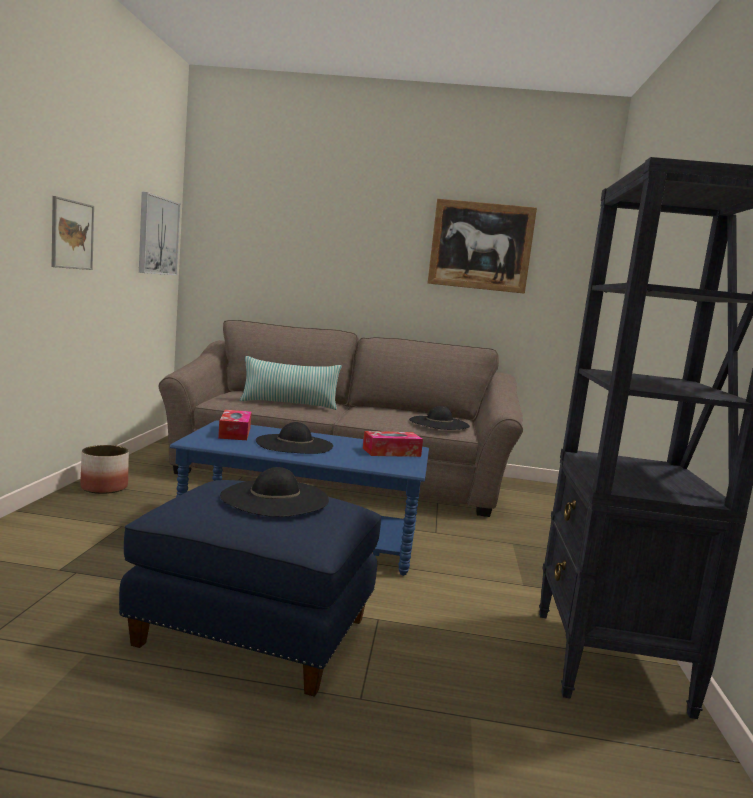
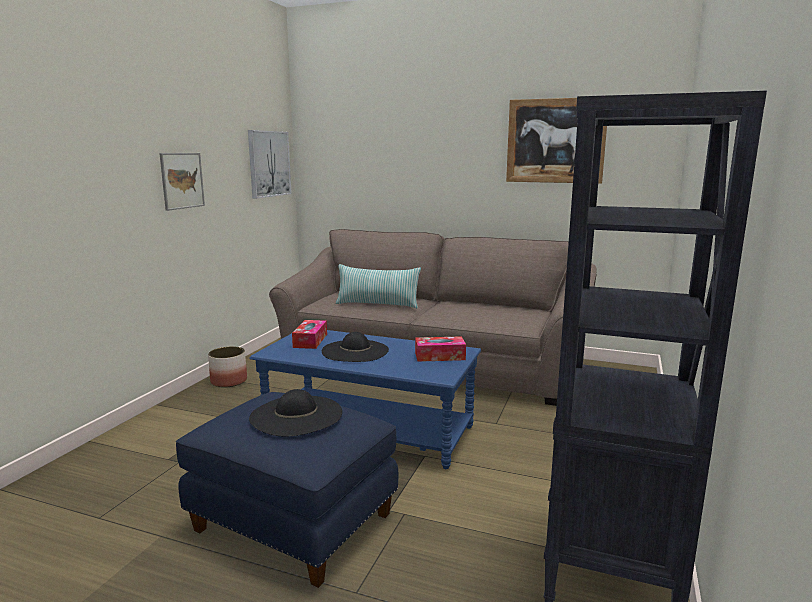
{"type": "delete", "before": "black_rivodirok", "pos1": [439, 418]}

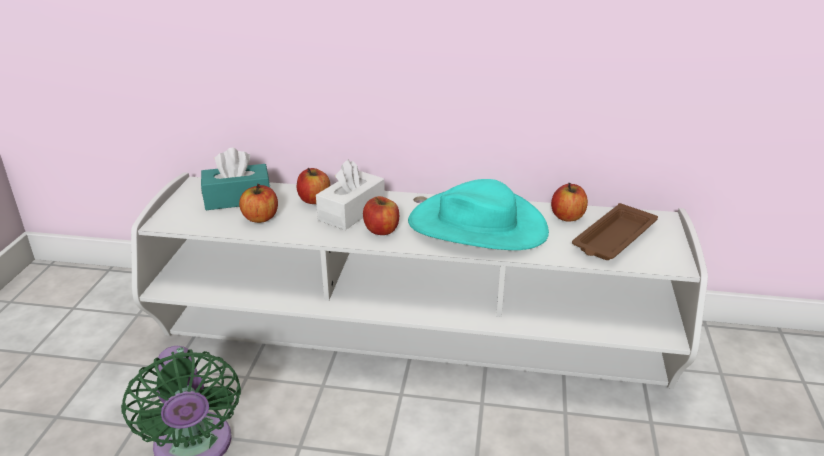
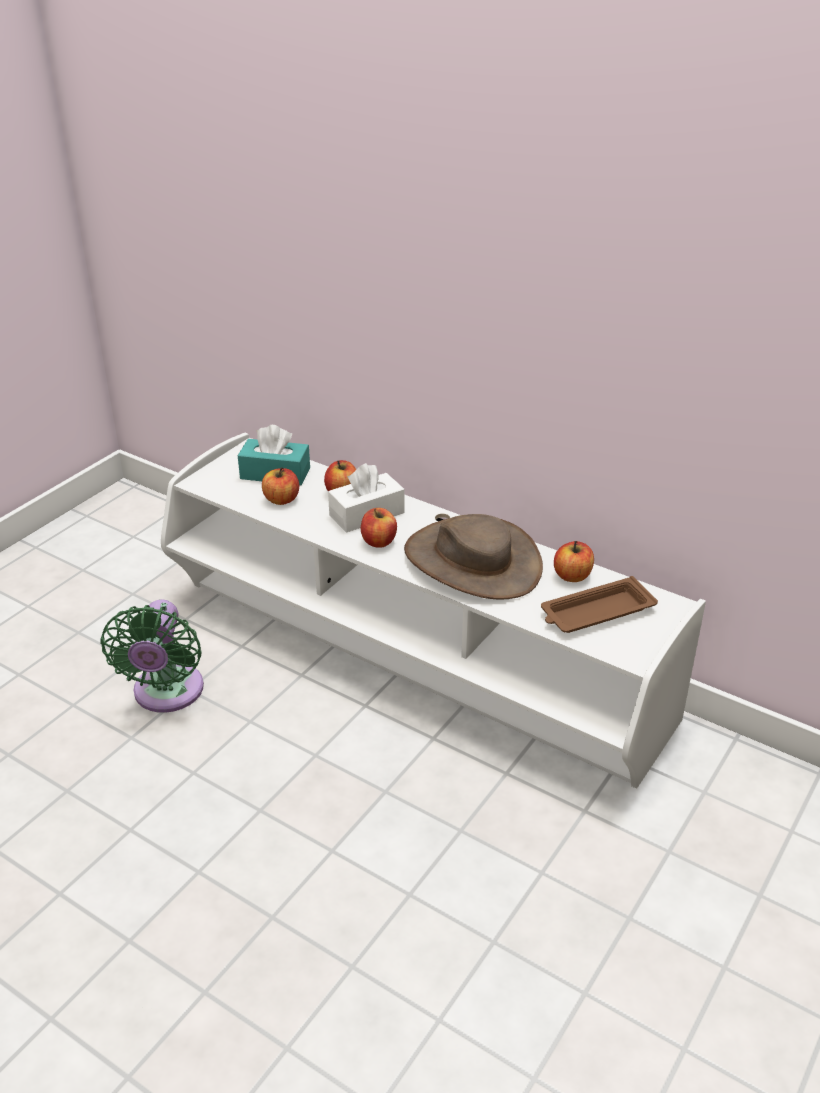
{"type": "recolor", "before": "turquoise_rivodirok", "after": "brown_rivodirok", "pos1": [478, 214], "pos2": [473, 557]}

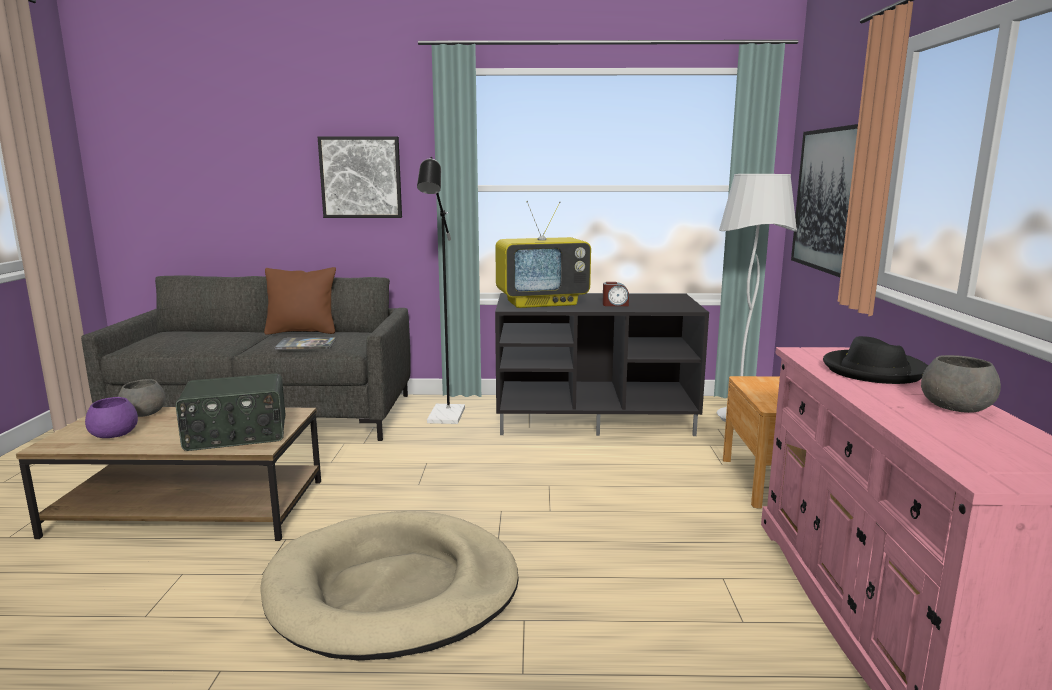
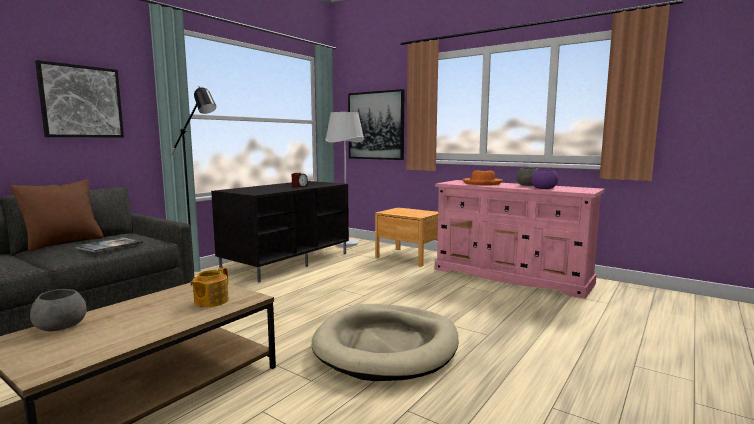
{"type": "move", "before": "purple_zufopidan", "pos1": [111, 417], "pos2": [544, 179]}
{"type": "replace", "before": "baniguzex", "after": "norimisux", "pos1": [230, 412], "pos2": [209, 287]}
{"type": "delete", "before": "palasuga", "pos1": [543, 254]}
{"type": "recolor", "before": "black_rivodirok", "after": "orange_rivodirok", "pos1": [875, 360], "pos2": [483, 177]}

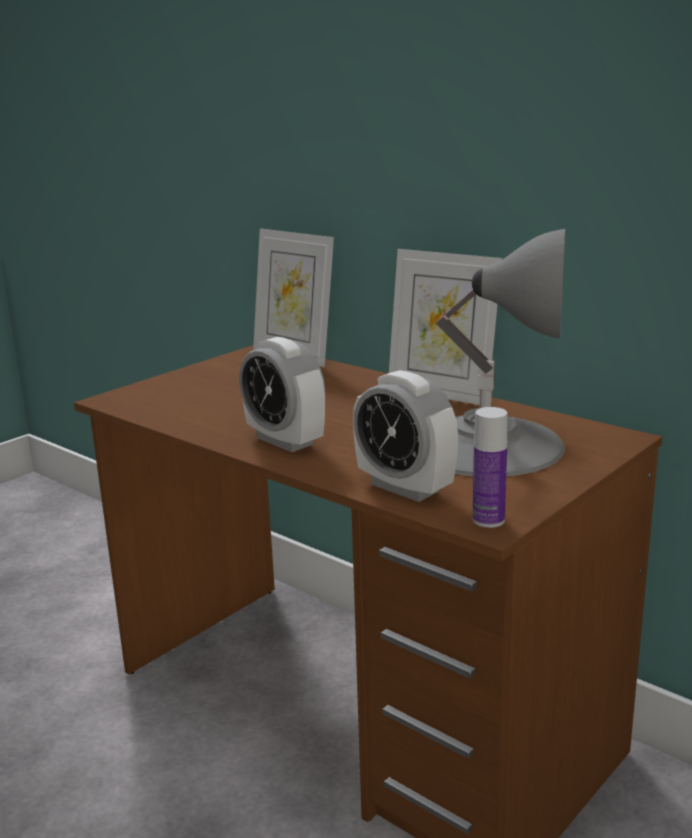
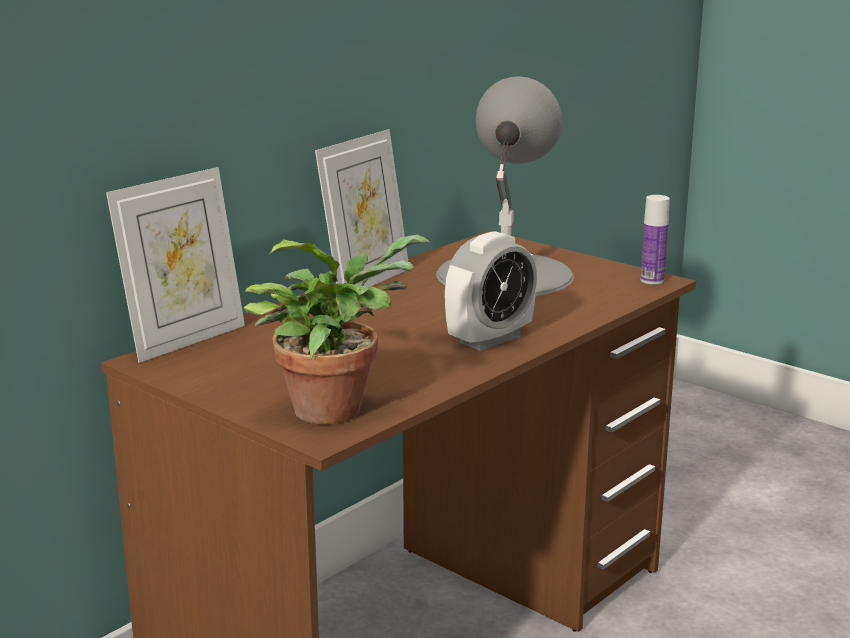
{"type": "delete", "before": "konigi", "pos1": [405, 436]}
{"type": "insert", "after": "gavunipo", "pos2": [336, 330]}

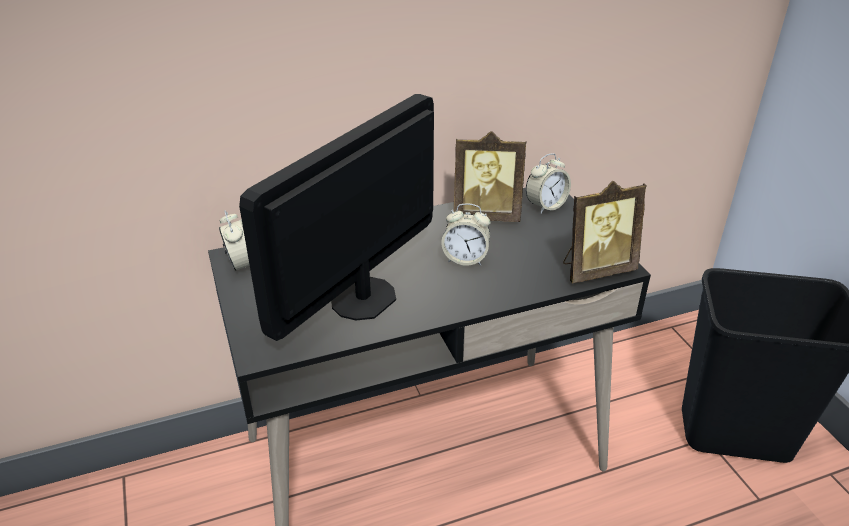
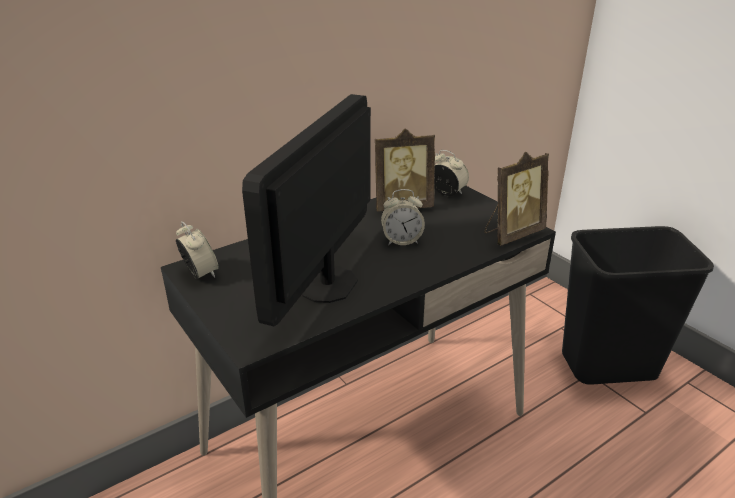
{"type": "rotate", "before": "konigi", "pos1": [548, 184], "pos2": [452, 173], "turn": -90}

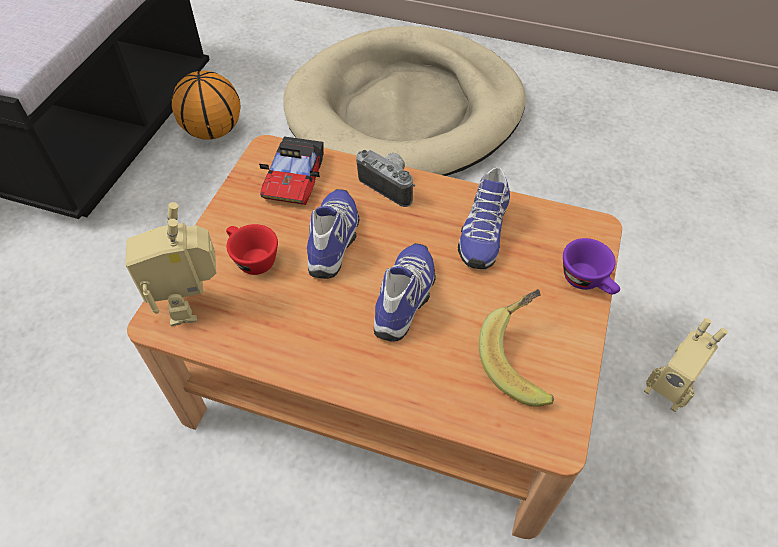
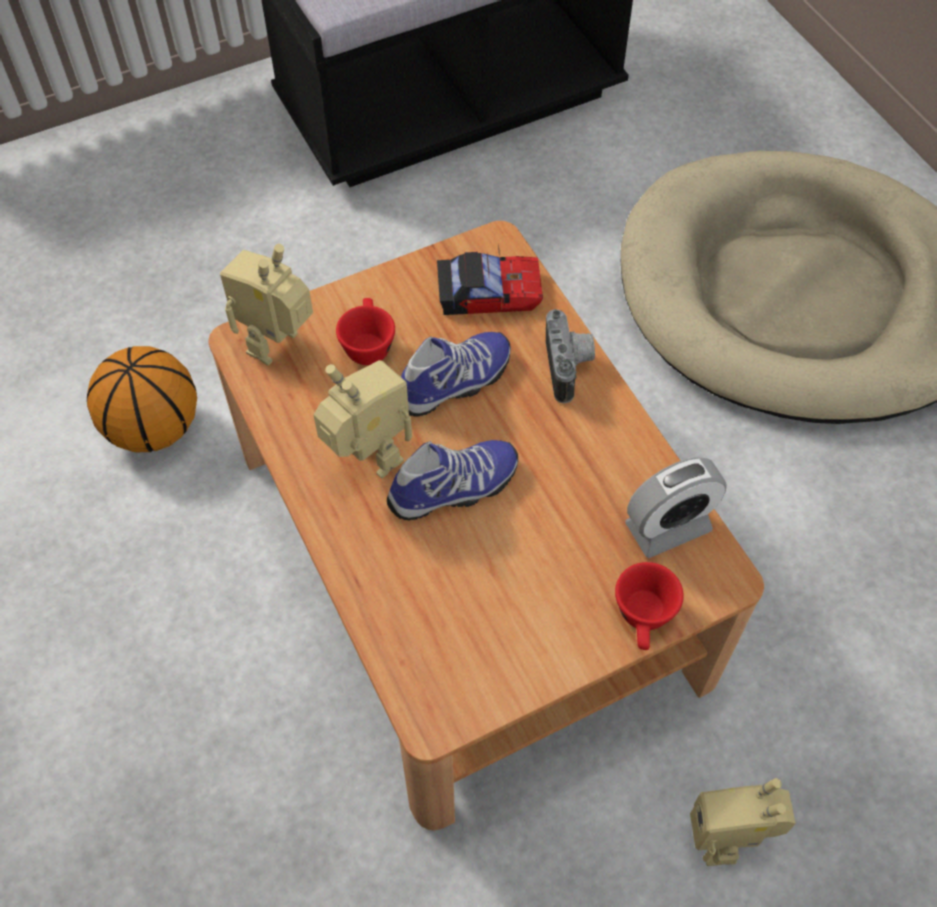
{"type": "move", "before": "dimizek", "pos1": [206, 105], "pos2": [142, 399]}
{"type": "rotate", "before": "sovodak", "pos1": [291, 170], "pos2": [490, 280], "turn": -150}
{"type": "delete", "before": "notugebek", "pos1": [484, 218]}
{"type": "delete", "before": "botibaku", "pos1": [516, 348]}
{"type": "recolor", "before": "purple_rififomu", "after": "red_rififomu", "pos1": [591, 266], "pos2": [649, 606]}
{"type": "insert", "after": "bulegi", "pos2": [362, 419]}
{"type": "insert", "after": "konigi", "pos2": [676, 507]}

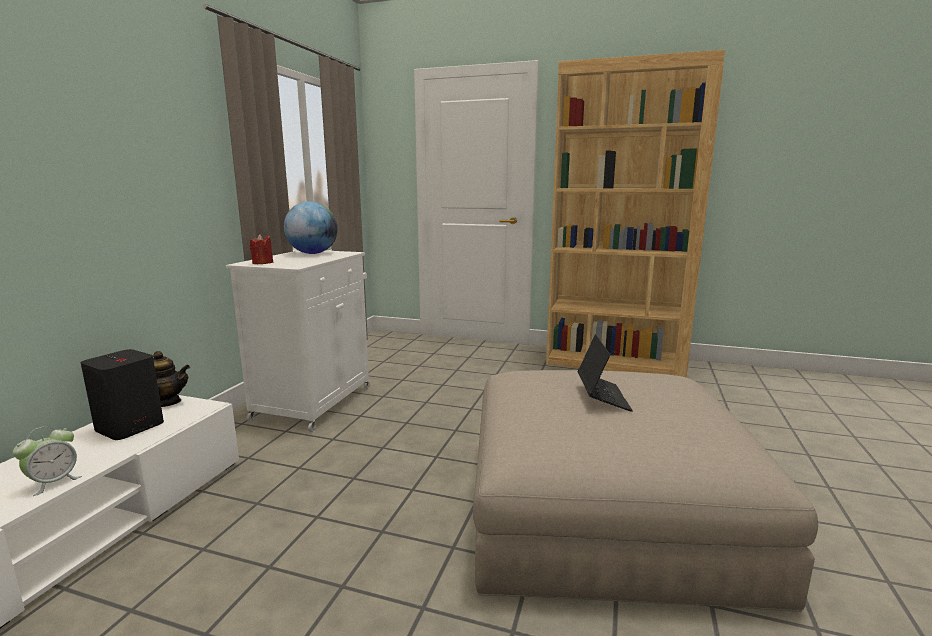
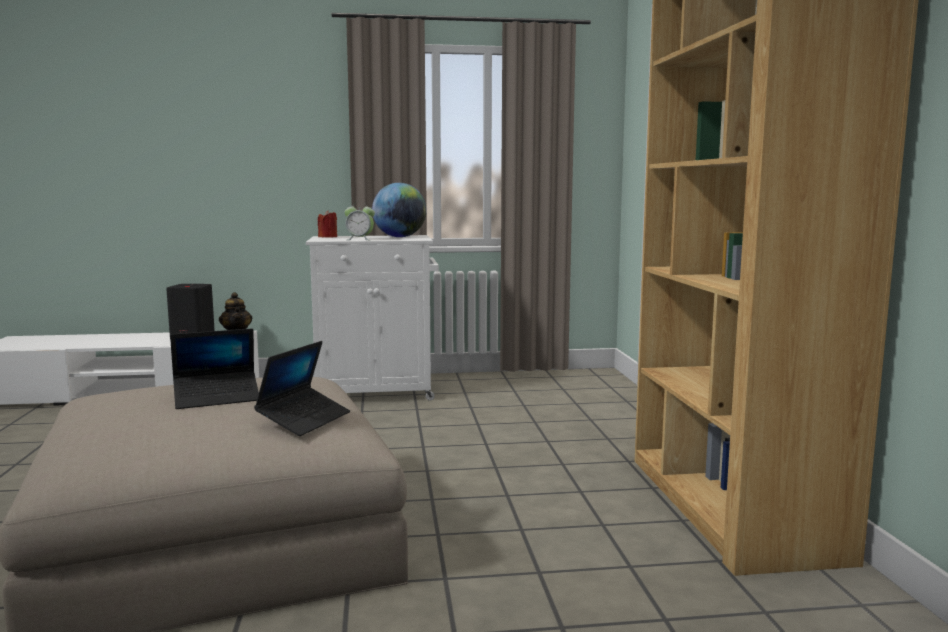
{"type": "move", "before": "konigi", "pos1": [47, 461], "pos2": [360, 222]}
{"type": "insert", "after": "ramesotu", "pos2": [302, 388]}

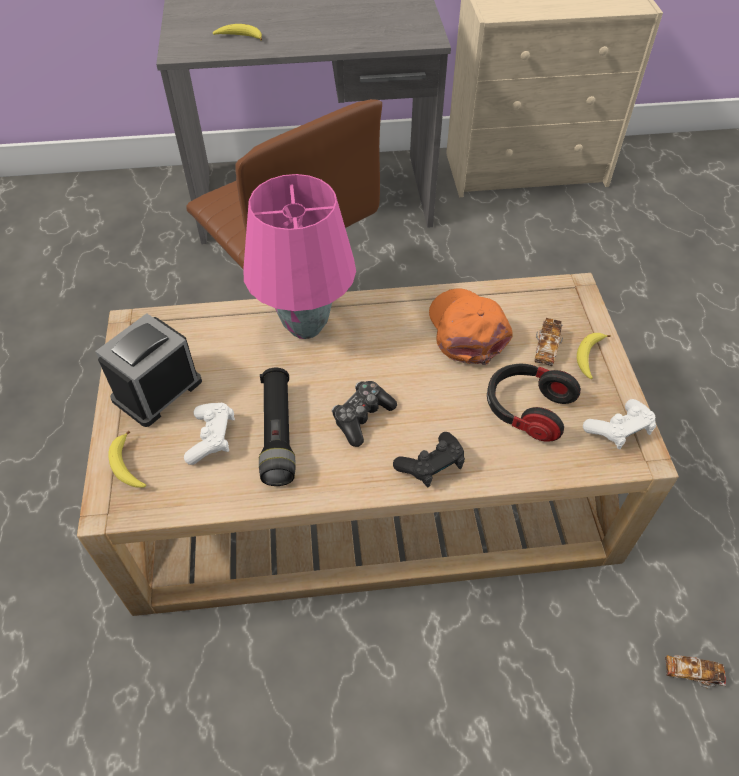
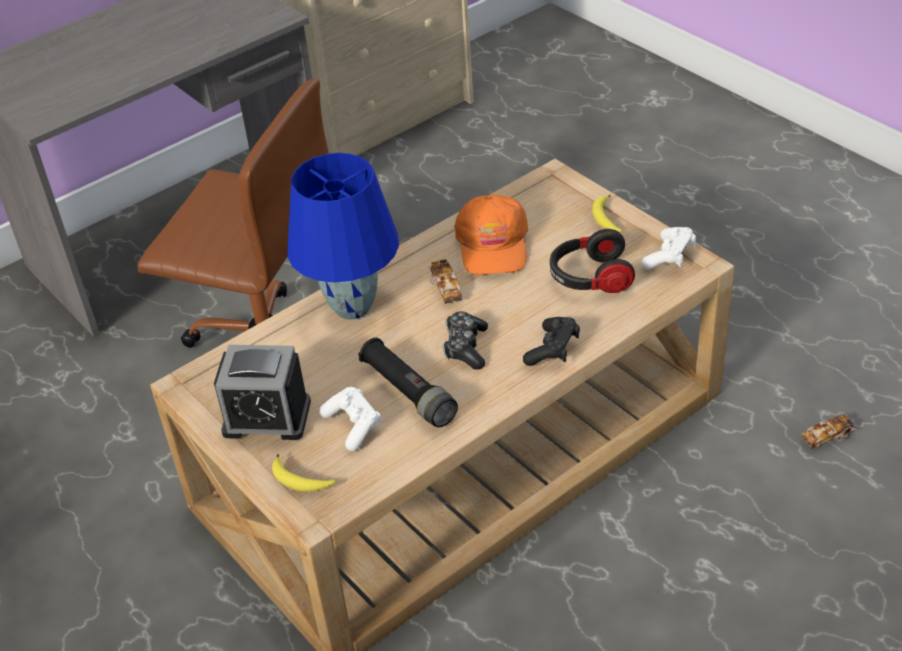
{"type": "rotate", "before": "konigi", "pos1": [148, 370], "pos2": [262, 392], "turn": -90}
{"type": "delete", "before": "botibaku", "pos1": [237, 32]}
{"type": "recolor", "before": "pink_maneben", "after": "blue_maneben", "pos1": [299, 256], "pos2": [343, 236]}
{"type": "rotate", "before": "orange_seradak", "pos1": [470, 327], "pos2": [491, 235], "turn": -135}
{"type": "move", "before": "sovodak", "pos1": [549, 342], "pos2": [445, 281]}

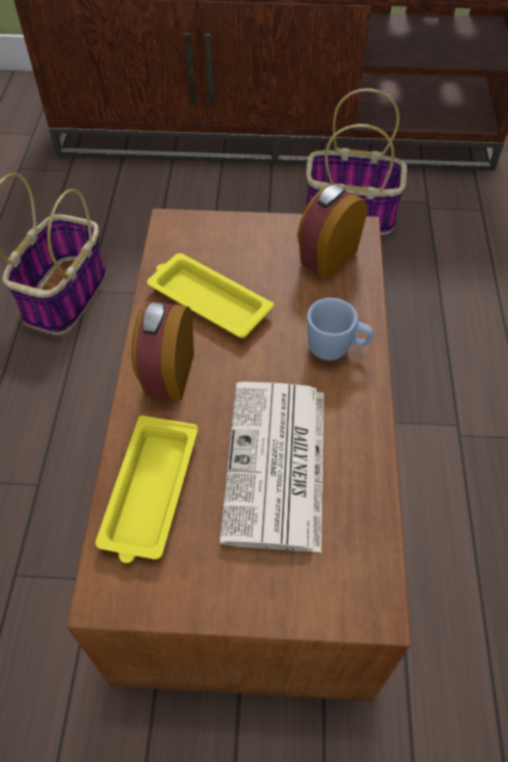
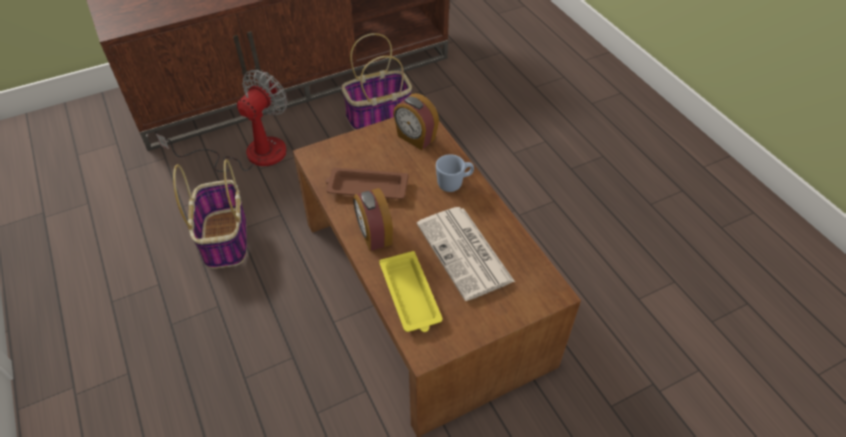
{"type": "recolor", "before": "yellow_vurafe", "after": "brown_vurafe", "pos1": [210, 295], "pos2": [367, 183]}
{"type": "rotate", "before": "konigi", "pos1": [332, 231], "pos2": [416, 121], "turn": -60}
{"type": "insert", "after": "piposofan", "pos2": [221, 121]}

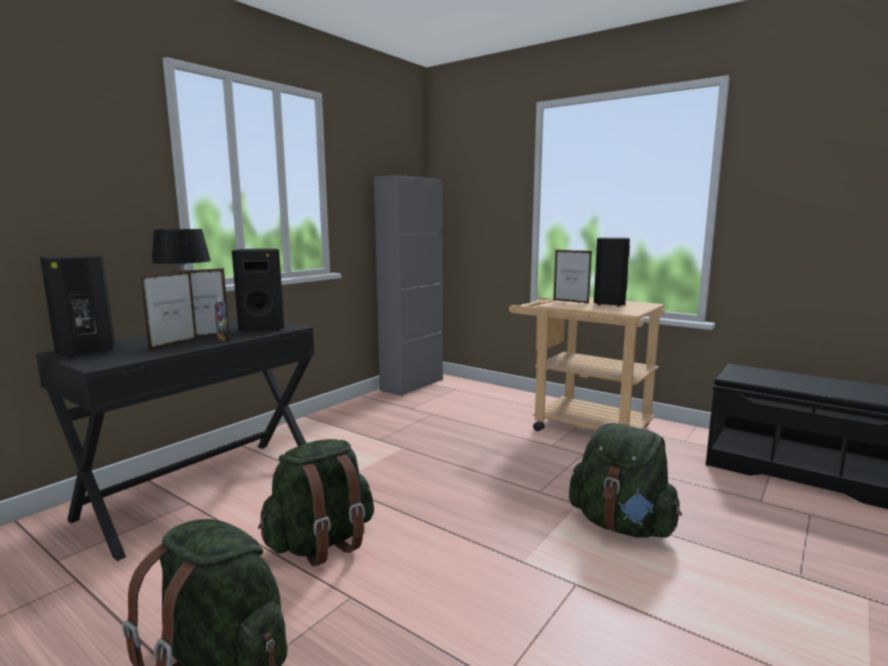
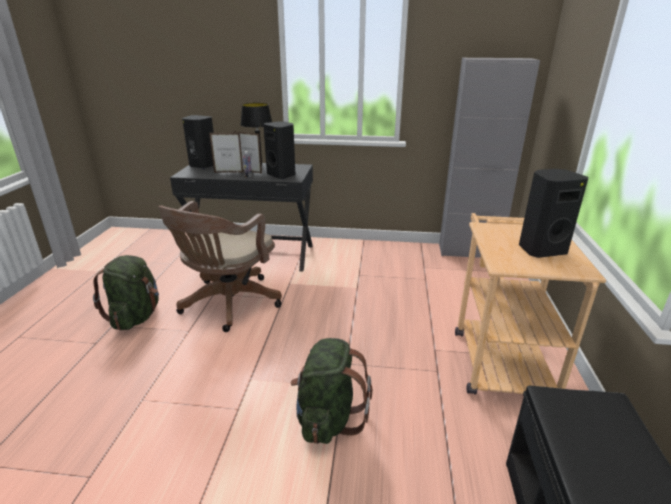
{"type": "replace", "before": "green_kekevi", "after": "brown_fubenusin", "pos1": [316, 503], "pos2": [220, 266]}
{"type": "delete", "before": "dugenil", "pos1": [572, 277]}

